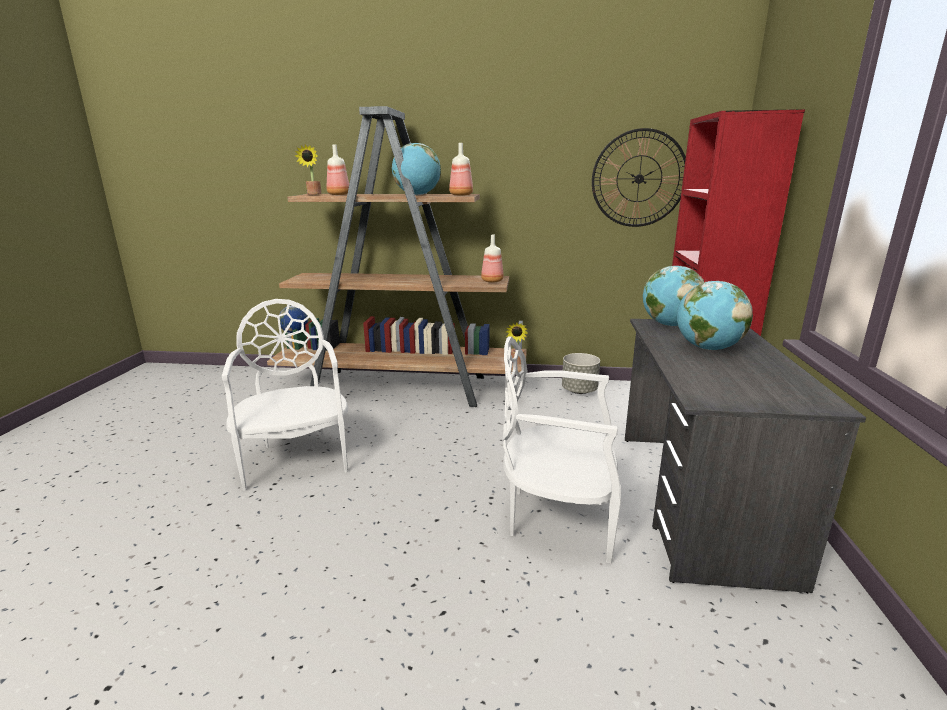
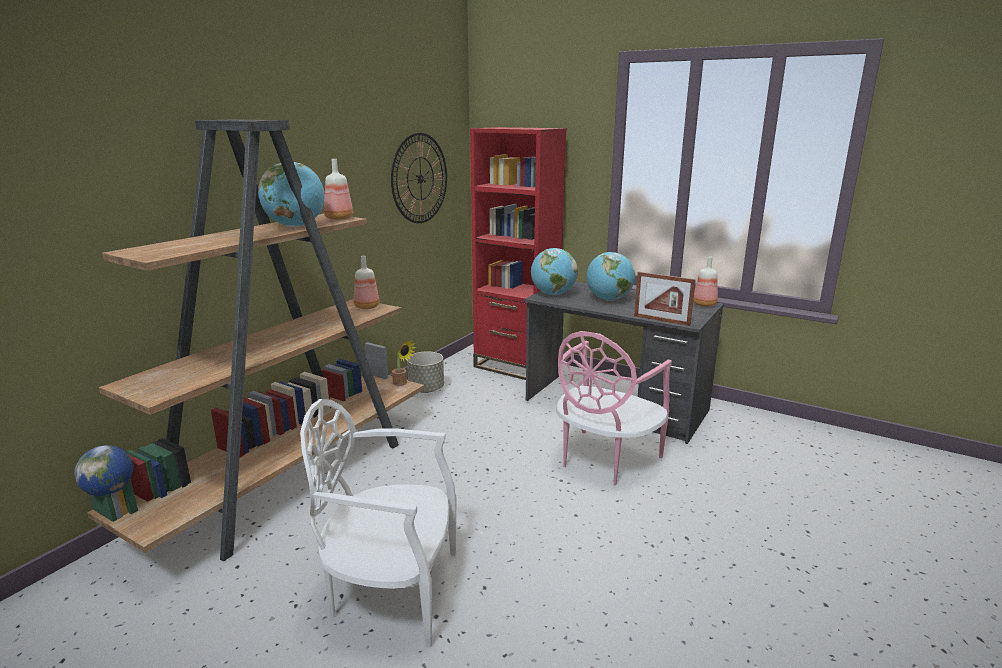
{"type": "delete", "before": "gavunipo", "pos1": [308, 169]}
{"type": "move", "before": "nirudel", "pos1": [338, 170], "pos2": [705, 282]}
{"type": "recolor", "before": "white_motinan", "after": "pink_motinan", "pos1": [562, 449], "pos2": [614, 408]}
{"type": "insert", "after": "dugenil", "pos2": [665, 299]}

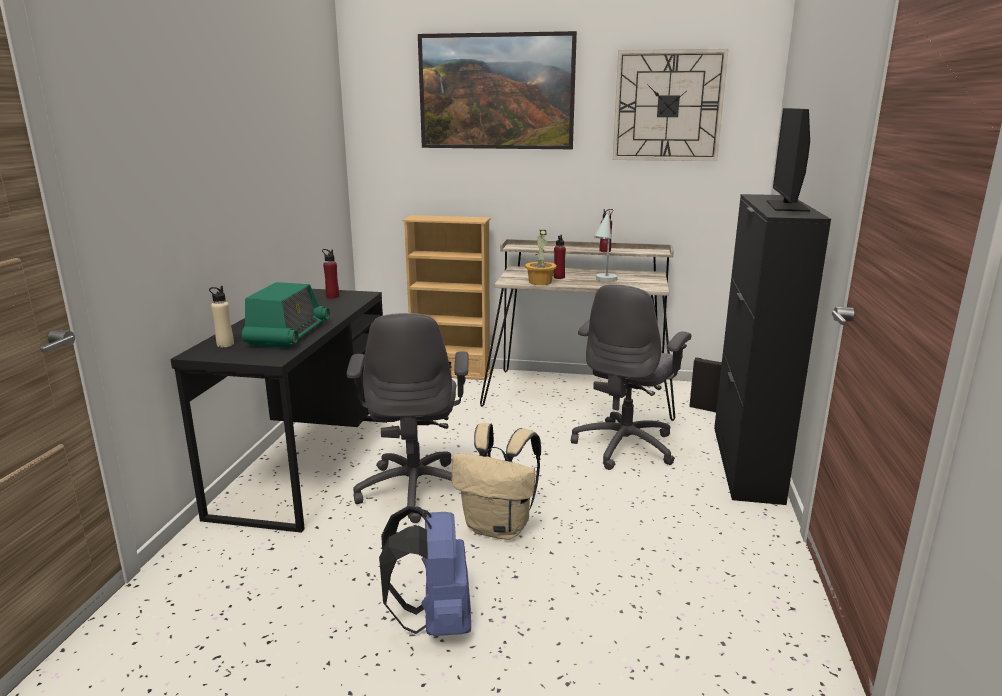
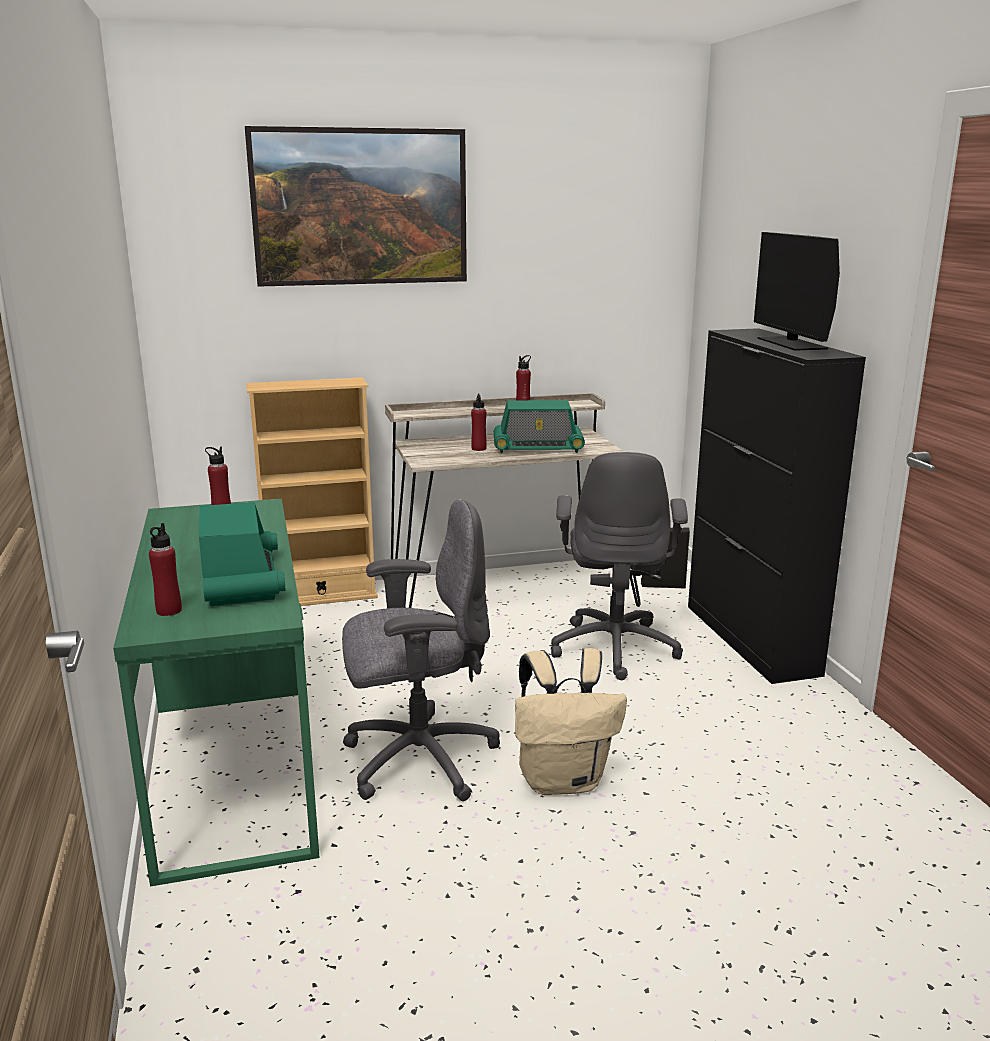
{"type": "recolor", "before": "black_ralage", "after": "green_ralage", "pos1": [278, 411], "pos2": [216, 692]}
{"type": "recolor", "before": "beige_nirudel", "after": "red_nirudel", "pos1": [221, 316], "pos2": [165, 569]}
{"type": "rotate", "before": "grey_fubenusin", "pos1": [408, 418], "pos2": [421, 650], "turn": -75}
{"type": "delete", "before": "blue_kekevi", "pos1": [425, 571]}
{"type": "delete", "before": "gavunipo", "pos1": [541, 257]}
{"type": "replace", "before": "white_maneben", "after": "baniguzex", "pos1": [606, 246], "pos2": [539, 426]}
{"type": "delete", "before": "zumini", "pos1": [671, 105]}

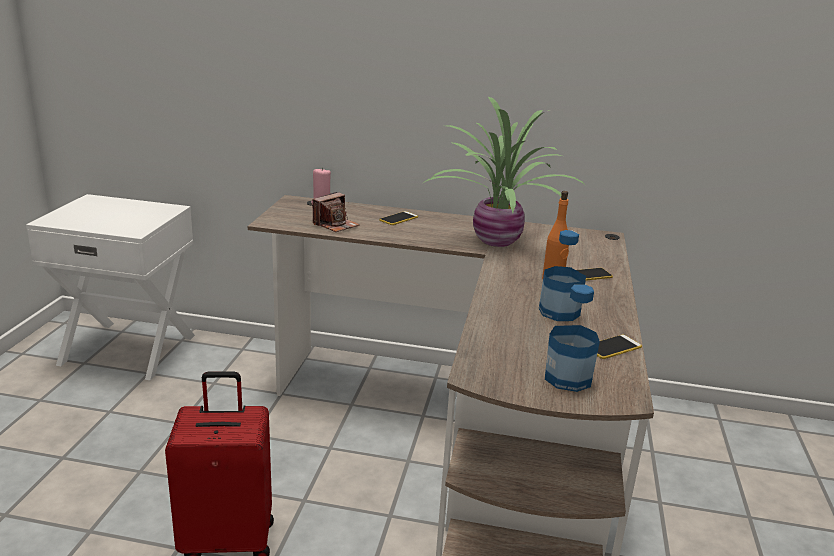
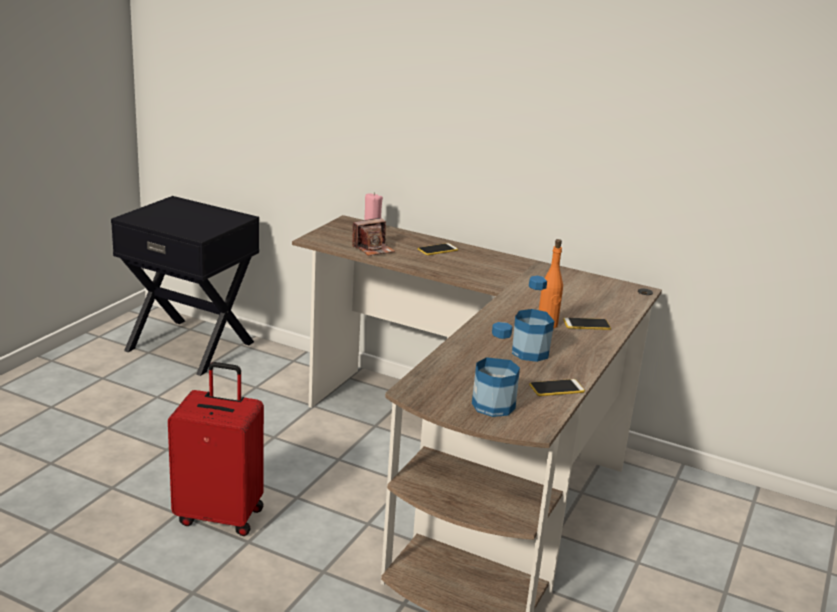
{"type": "recolor", "before": "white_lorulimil", "after": "black_lorulimil", "pos1": [110, 287], "pos2": [185, 286]}
{"type": "delete", "before": "gavunipo", "pos1": [505, 172]}

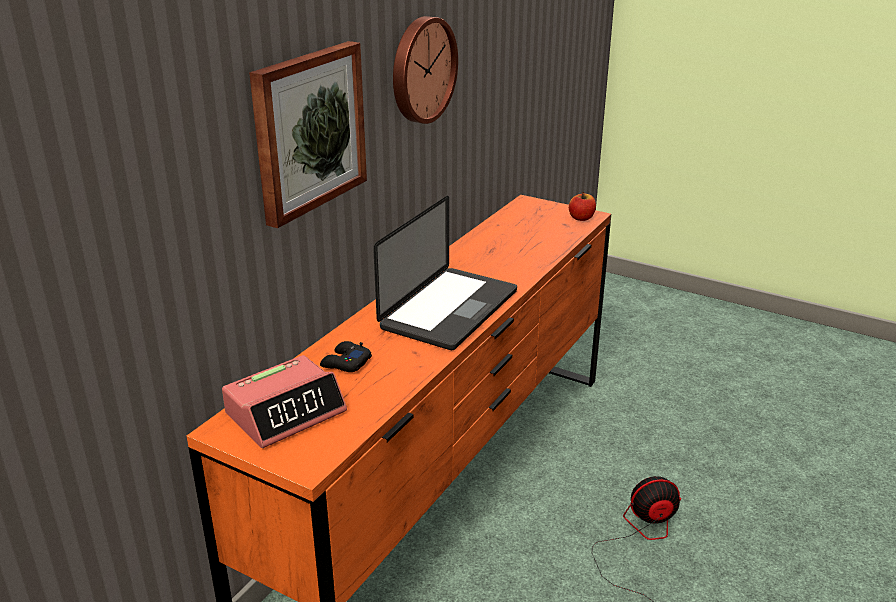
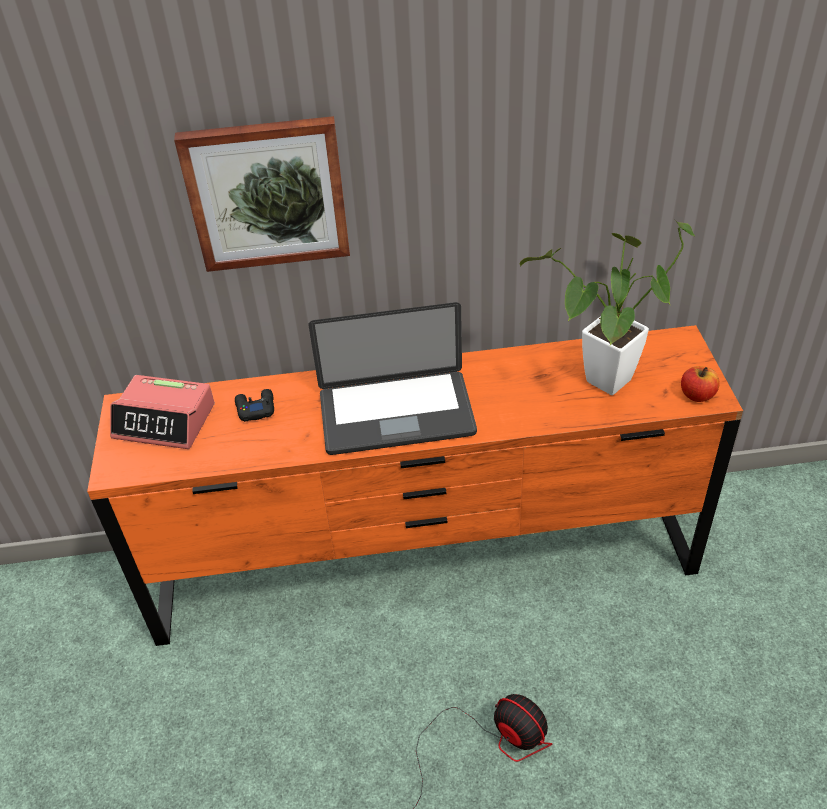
{"type": "delete", "before": "zumini", "pos1": [425, 70]}
{"type": "insert", "after": "gavunipo", "pos2": [607, 307]}

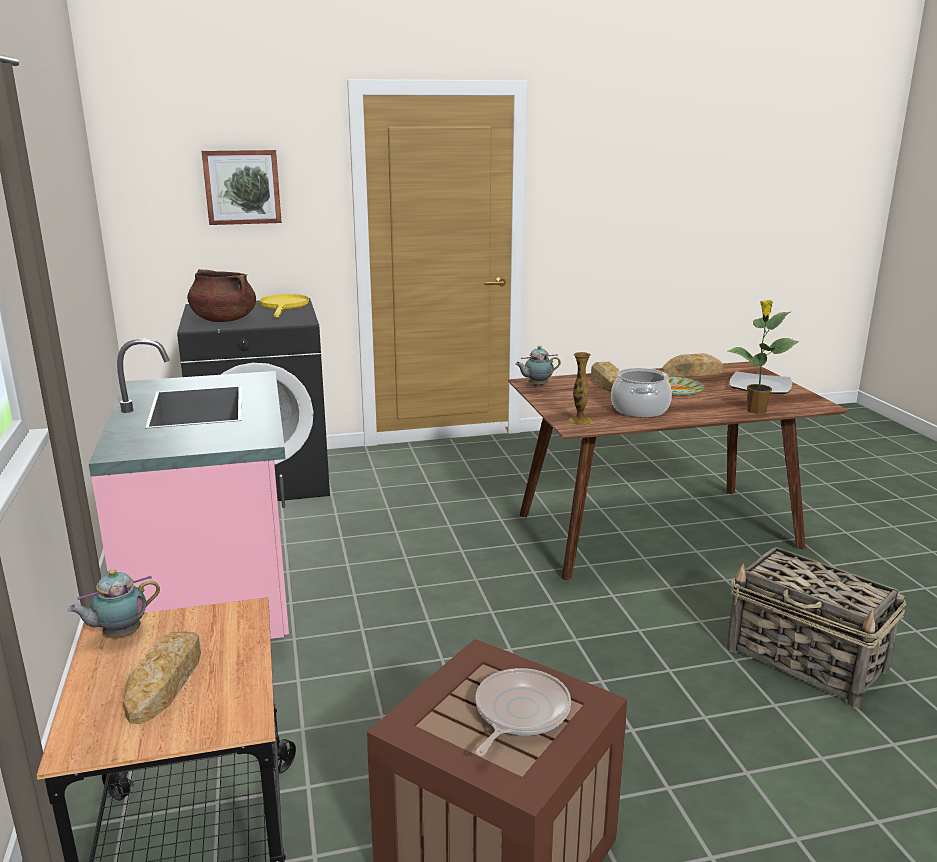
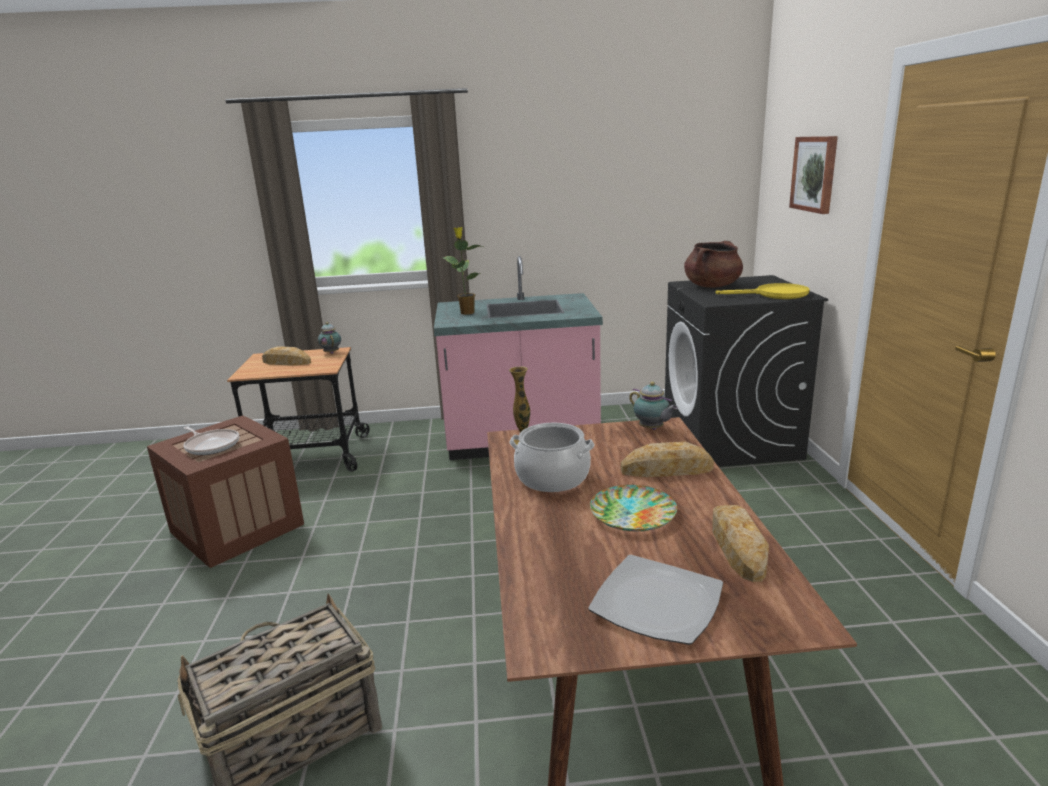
{"type": "rotate", "before": "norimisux", "pos1": [538, 366], "pos2": [653, 406], "turn": 150}
{"type": "move", "before": "gavunipo", "pos1": [763, 357], "pos2": [463, 271]}

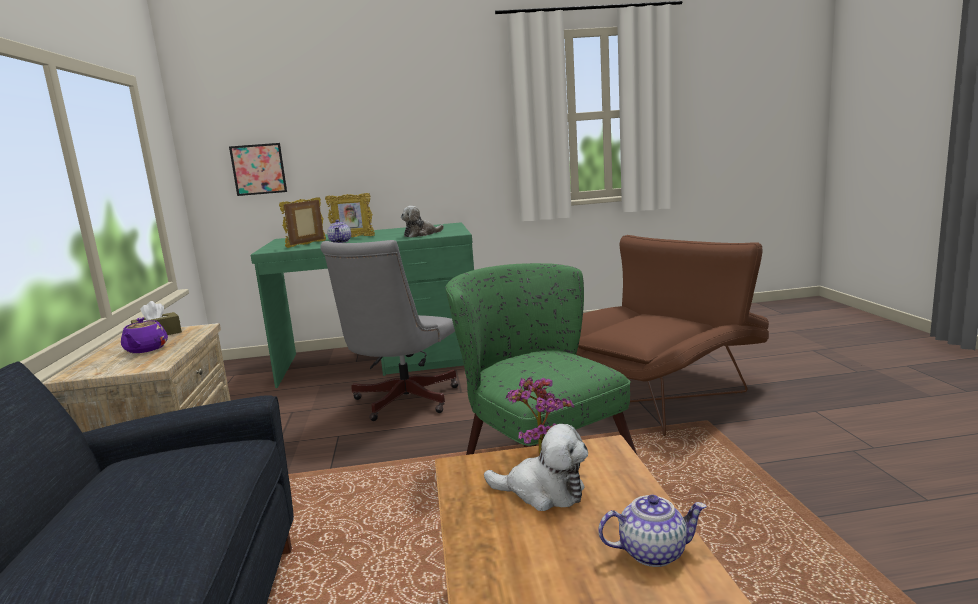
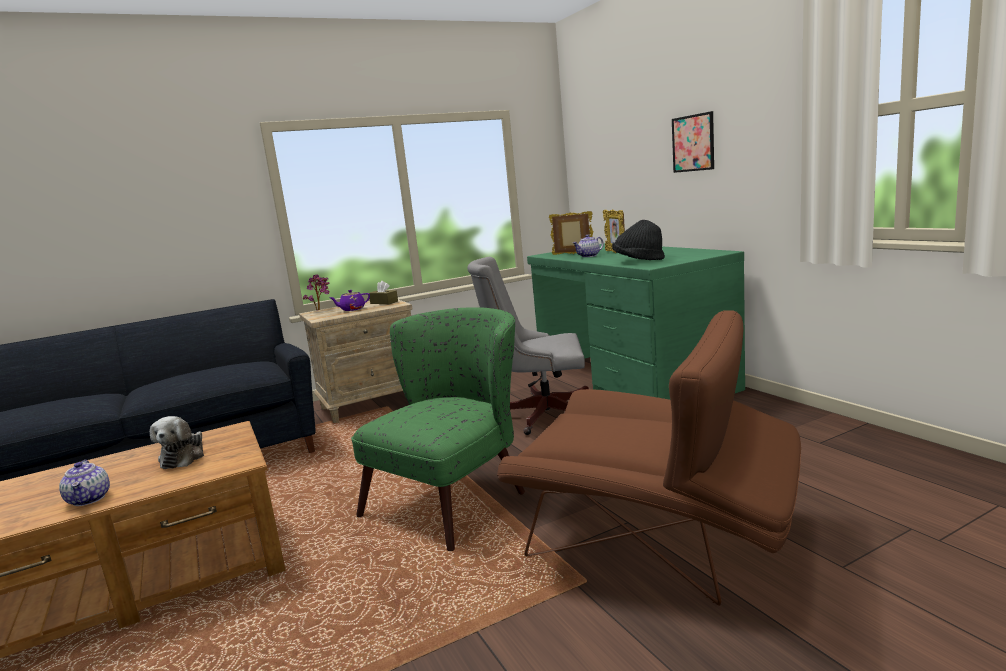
{"type": "move", "before": "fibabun", "pos1": [258, 169], "pos2": [693, 142]}
{"type": "replace", "before": "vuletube", "after": "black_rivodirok", "pos1": [422, 222], "pos2": [638, 240]}
{"type": "move", "before": "gavunipo", "pos1": [540, 415], "pos2": [316, 292]}

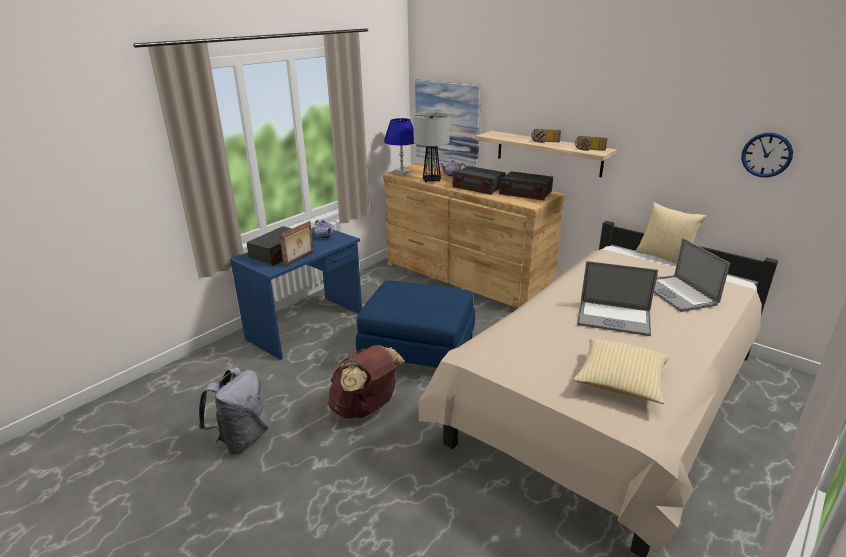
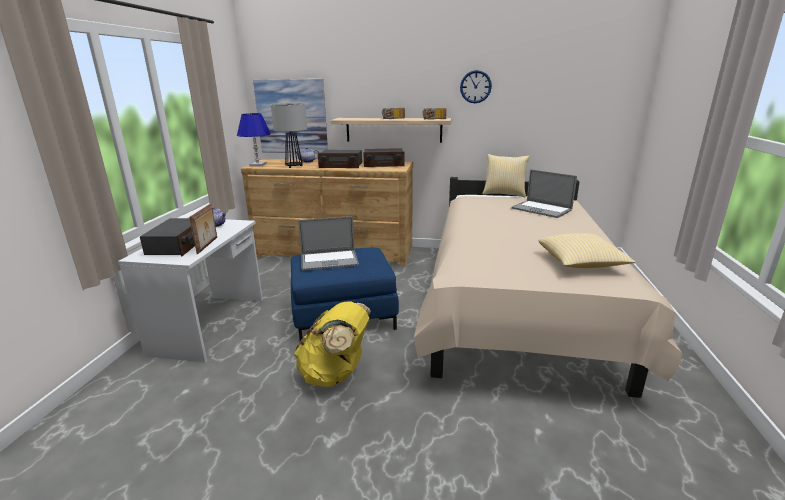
{"type": "delete", "before": "grey_kekevi", "pos1": [234, 411]}
{"type": "recolor", "before": "blue_ralage", "after": "white_ralage", "pos1": [296, 293], "pos2": [190, 290]}
{"type": "recolor", "before": "brown_kekevi", "after": "yellow_kekevi", "pos1": [366, 382], "pos2": [332, 344]}
{"type": "move", "before": "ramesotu", "pos1": [617, 298], "pos2": [328, 243]}
{"type": "move", "before": "zumini", "pos1": [767, 155], "pos2": [476, 86]}

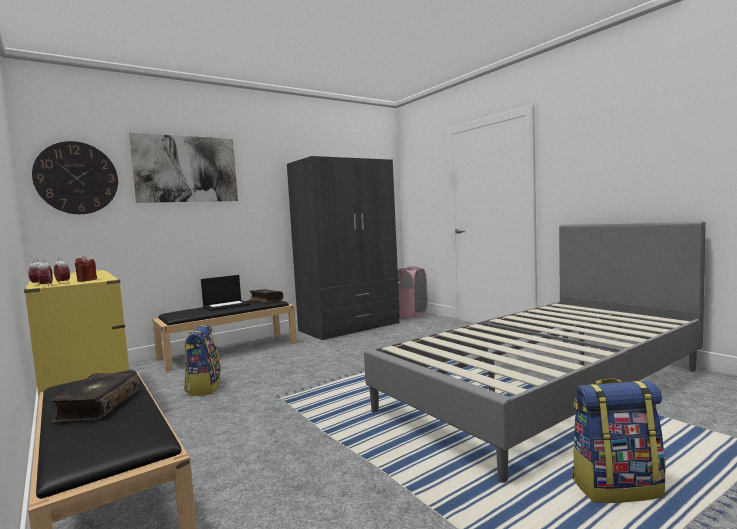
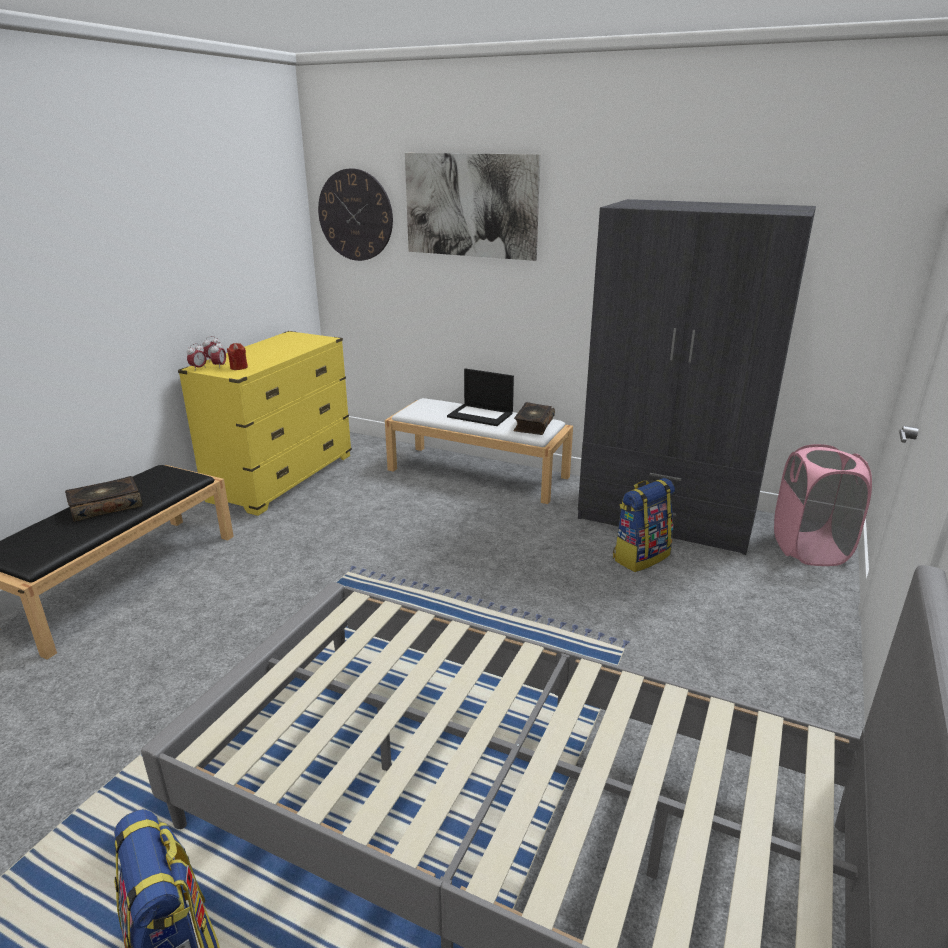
{"type": "recolor", "before": "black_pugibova", "after": "white_pugibova", "pos1": [225, 336], "pos2": [479, 451]}
{"type": "move", "before": "kekevi", "pos1": [202, 360], "pos2": [644, 525]}

